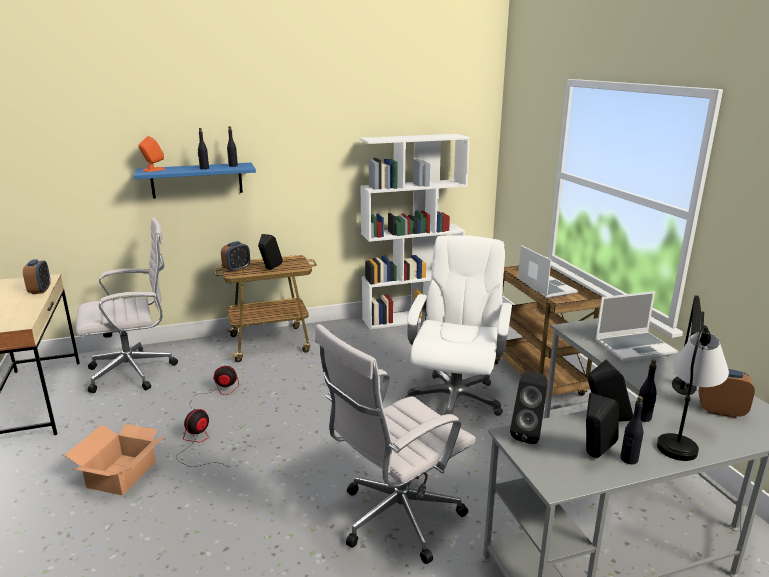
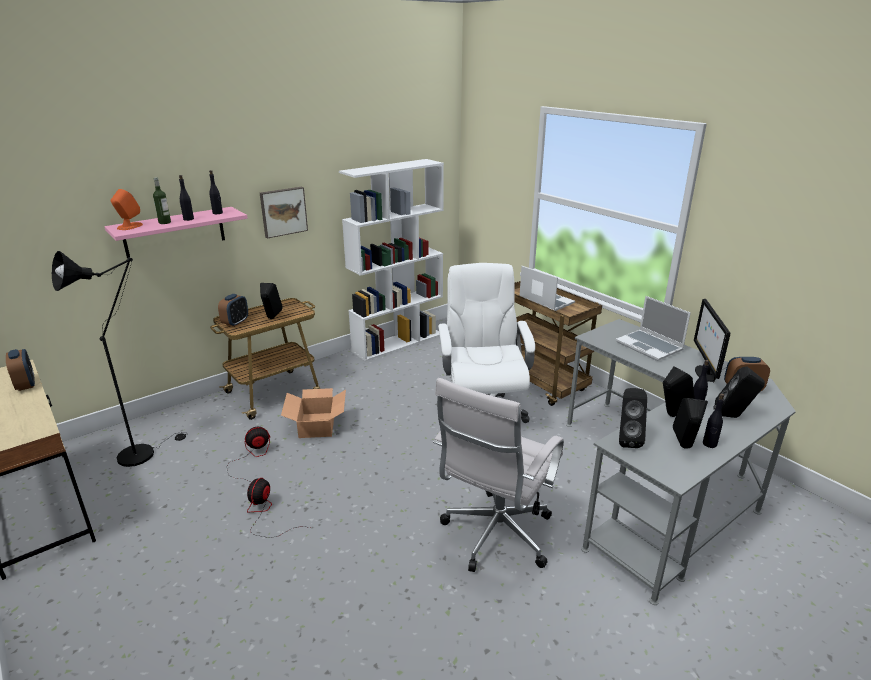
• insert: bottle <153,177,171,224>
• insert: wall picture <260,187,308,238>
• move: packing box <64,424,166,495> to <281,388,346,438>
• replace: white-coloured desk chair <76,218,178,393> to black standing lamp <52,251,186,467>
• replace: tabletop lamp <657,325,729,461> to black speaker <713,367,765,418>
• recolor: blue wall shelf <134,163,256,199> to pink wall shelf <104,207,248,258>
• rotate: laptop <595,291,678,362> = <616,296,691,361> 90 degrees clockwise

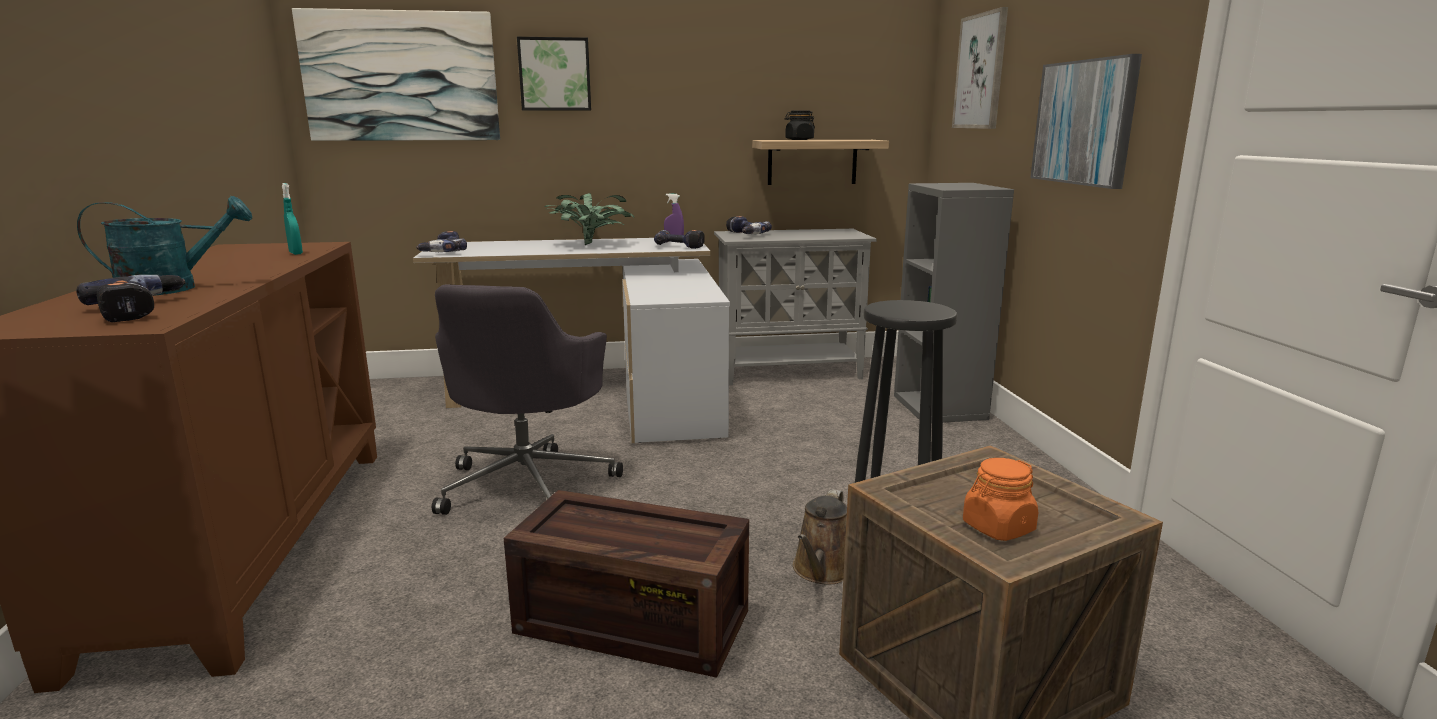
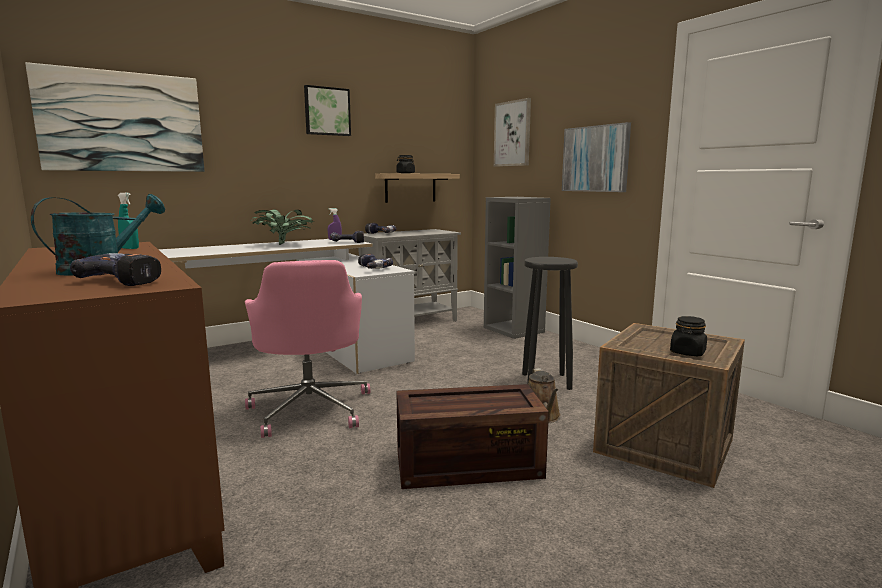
• move: drill <416,231,467,252> to <358,254,393,269>
• move: wall picture <517,37,591,111> to <304,85,351,136>
• recolor: grey desk chair <432,285,623,515> to pink desk chair <245,260,370,438>
• recolor: orange storage jar <963,458,1039,541> to black storage jar <670,316,707,356>

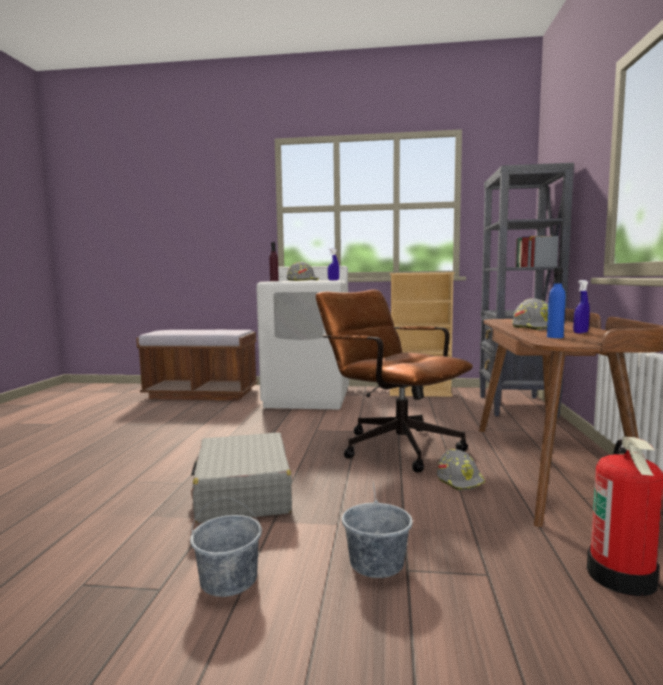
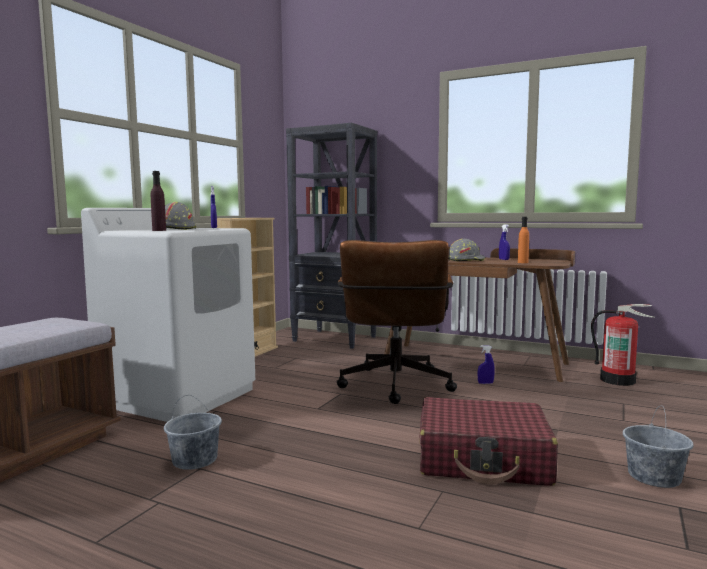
• move: grey water bucket <342,482,413,578> to <164,395,222,470>
• replace: grey work helmet <437,449,485,491> to blue hand sprayer <478,345,495,384>
• recolor: grey suitcase <191,432,292,523> to reddish suitcase <419,397,558,486>
• recolor: blue bottle <547,268,565,338> to orange bottle <518,217,529,263>
• rotate: brown-coloured desk chair <316,290,473,472> = <337,240,457,404> 60 degrees counterclockwise

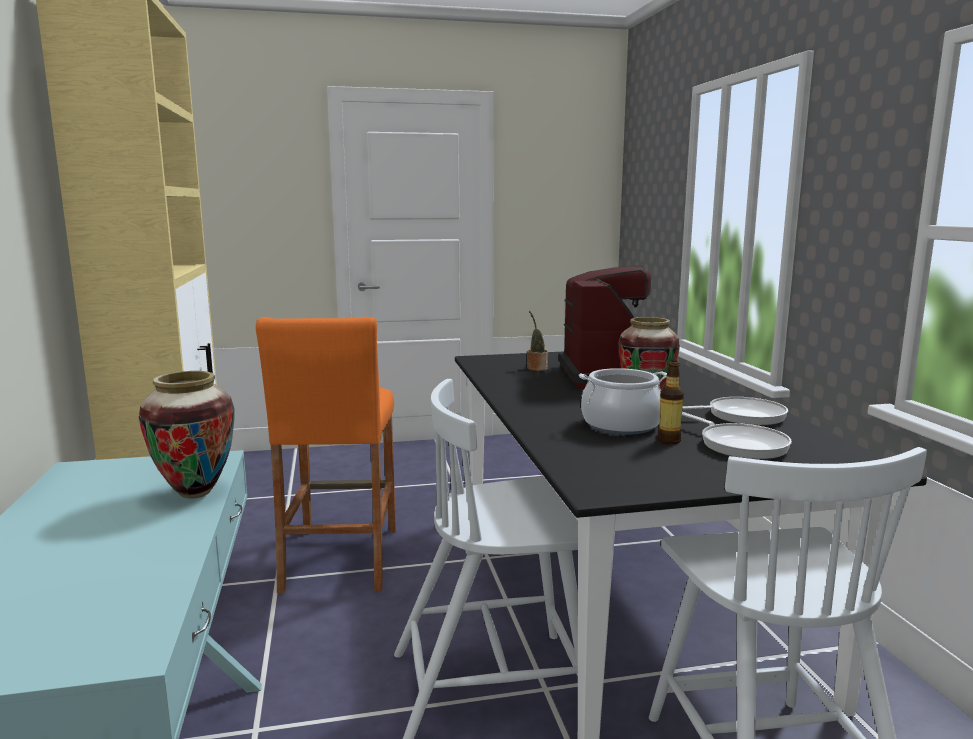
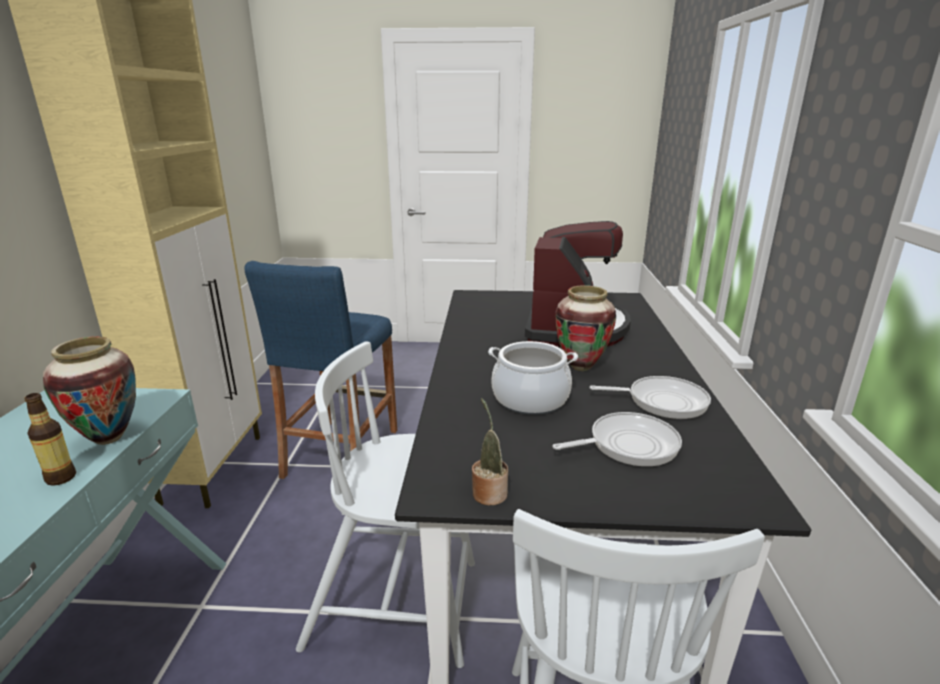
• move: potted plant <527,311,548,371> to <472,398,508,505>
• move: bottle <657,360,684,444> to <24,393,76,486>
• recolor: orange stool <256,317,396,593> to blue stool <244,261,397,479>
• rotate: pan <682,412,792,460> = <553,412,682,467> 90 degrees counterclockwise

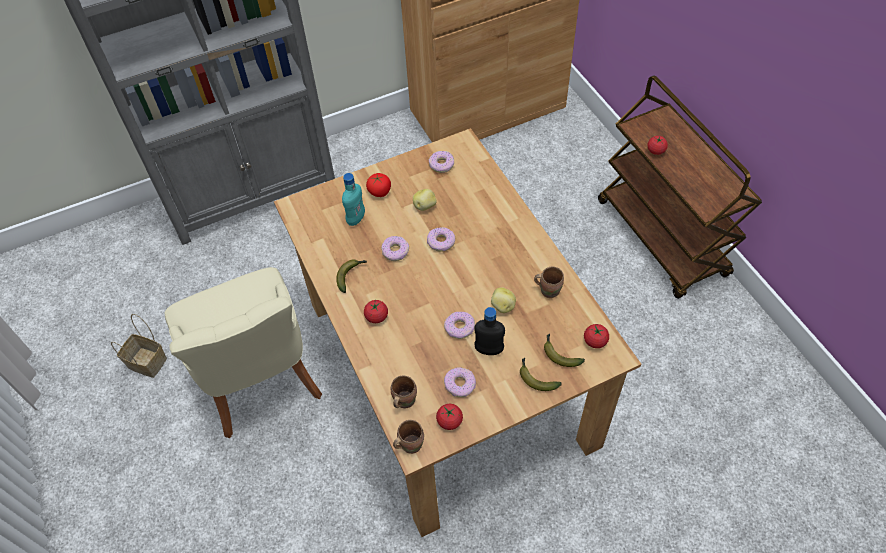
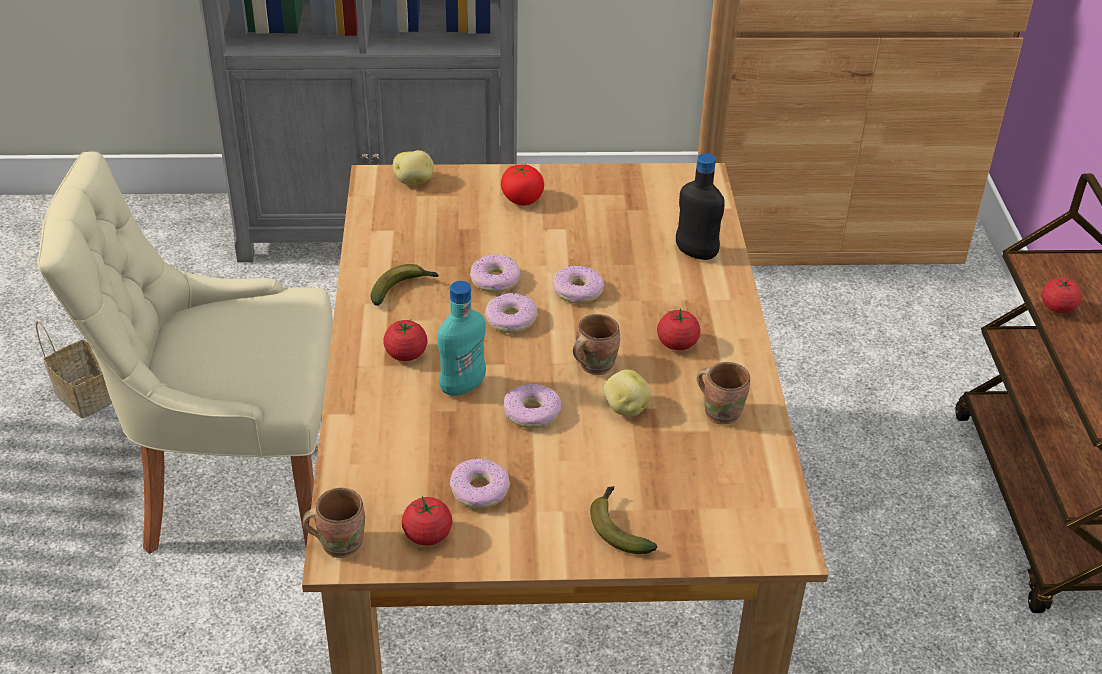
• delete: banana fruit <544,334,585,367>
• move: blue-green bottle <342,173,365,226> to <437,281,486,396>
• move: brown-coloured coffee mug <391,376,417,408> to <573,314,620,375>
• move: potato <413,189,437,211> to <393,150,434,185>
• move: doughnut <429,151,454,173> to <485,293,538,333>
• move: black bottle <474,307,505,355> to <676,153,725,260>
• move: fresh tomato <584,324,609,348> to <657,308,700,350>
• rotate: beige-coloured upright chair <164,267,322,438> = <38,151,333,554> 90 degrees clockwise

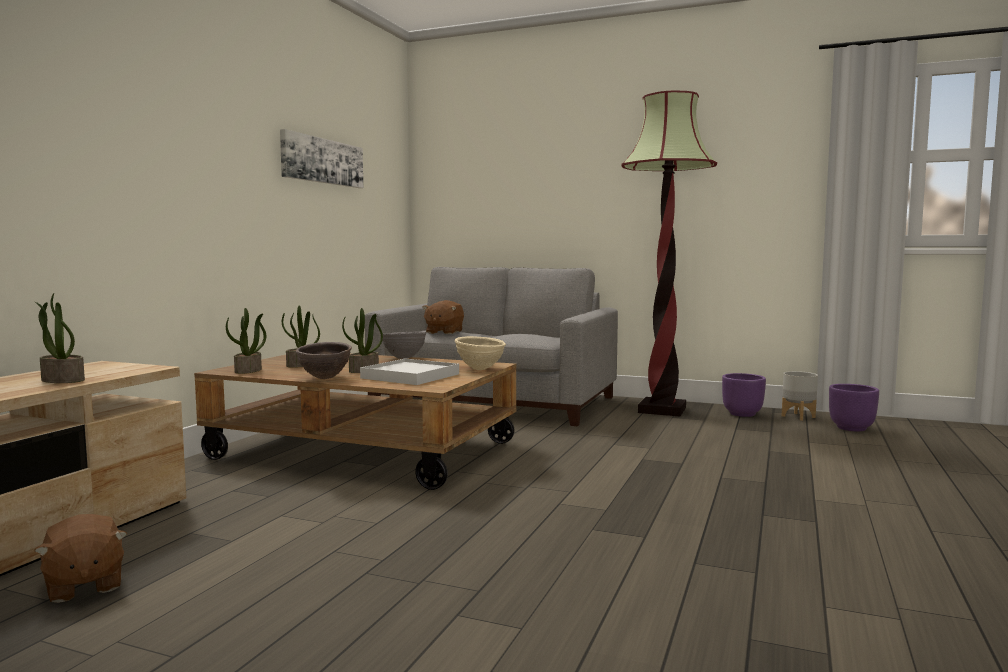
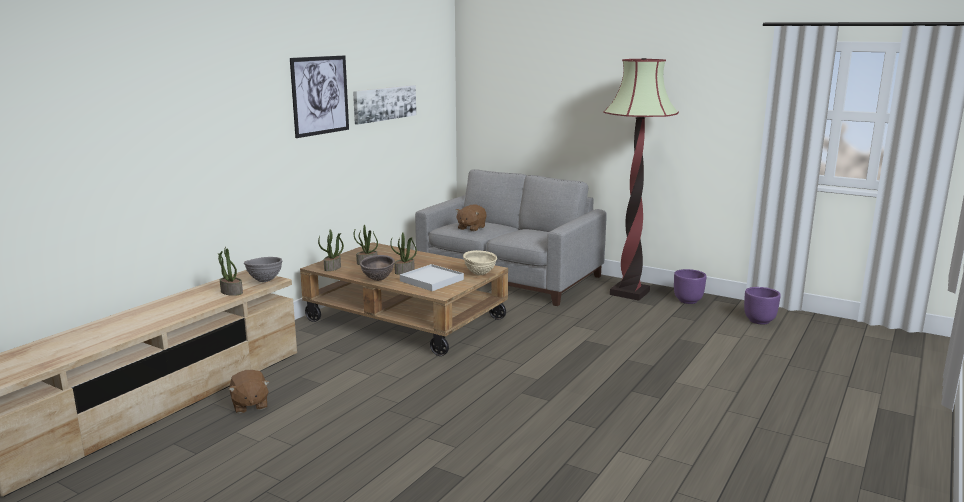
• delete: grey plant pot <782,371,818,421>
• insert: wall picture <290,56,349,138>
• move: grey bowl <380,331,426,359> to <244,257,282,282>

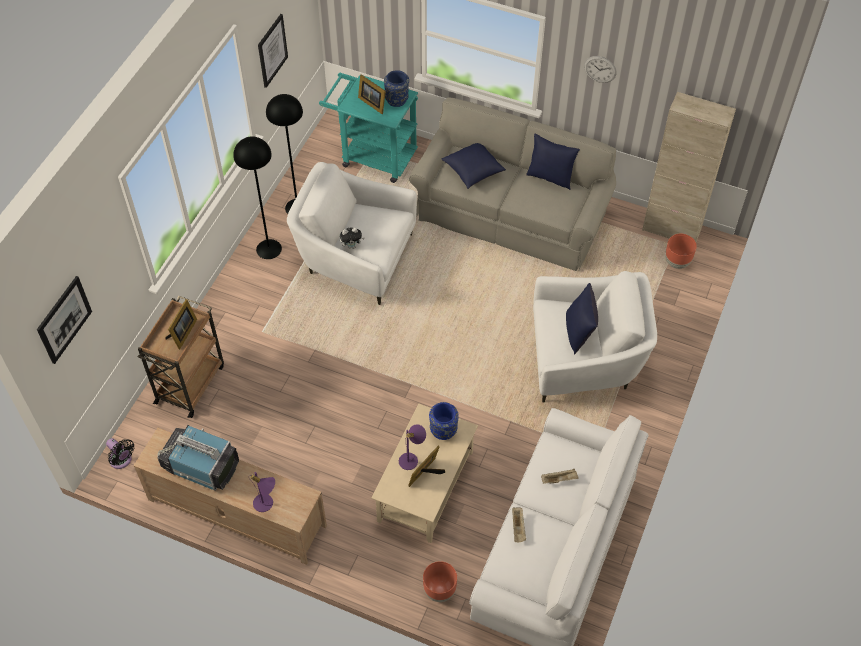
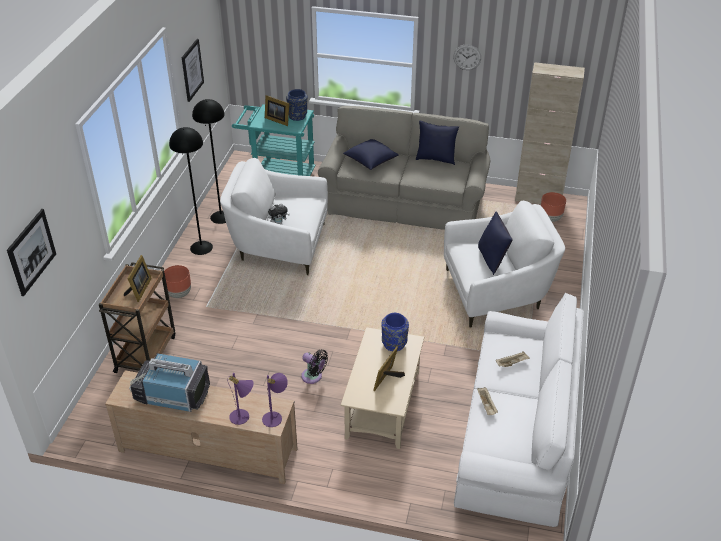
• move: black cooling fan <106,438,135,469> to <301,350,328,384>
• move: purple tabletop lamp <399,424,426,470> to <262,373,288,427>
• move: brown-coloured plant pot <423,561,457,602> to <164,265,191,298>

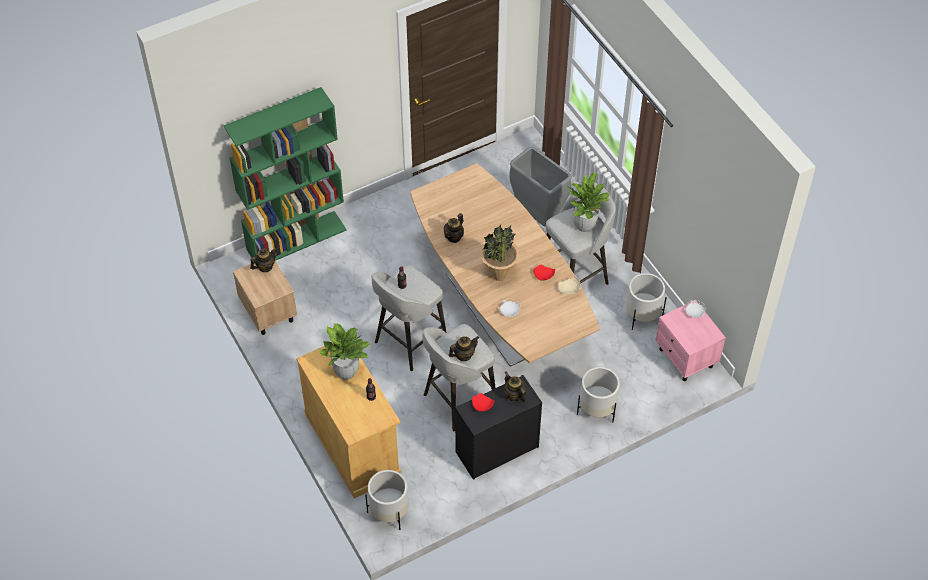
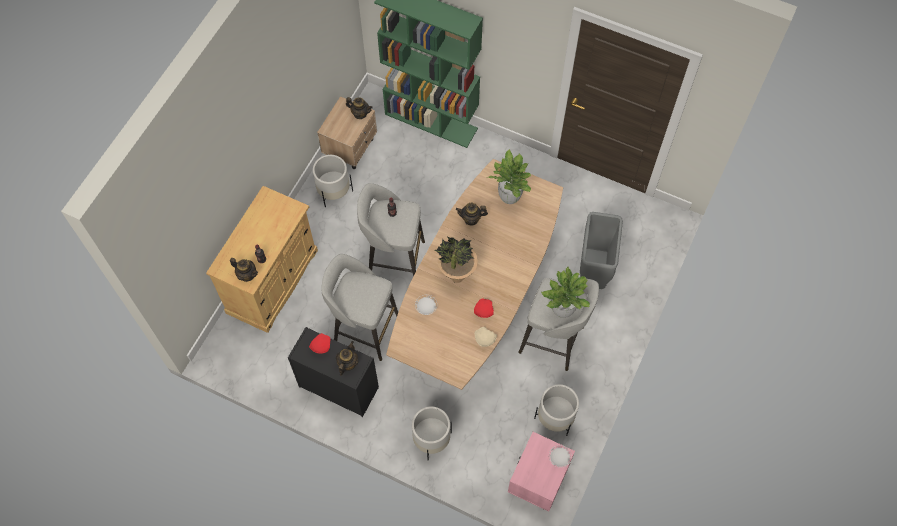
• move: potted plant <318,324,370,380> to <488,149,531,204>
• move: white-coloured plant pot <365,470,409,530> to <313,155,353,207>
• move: pot for tea <448,336,479,361> to <230,258,258,282>

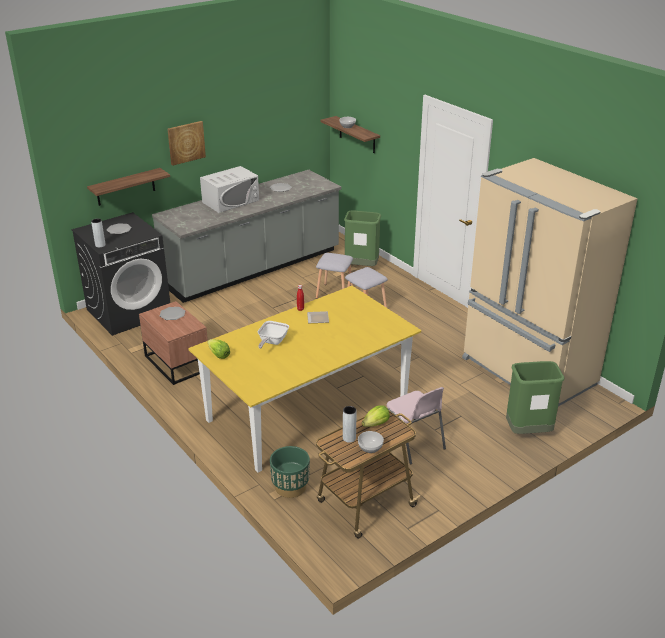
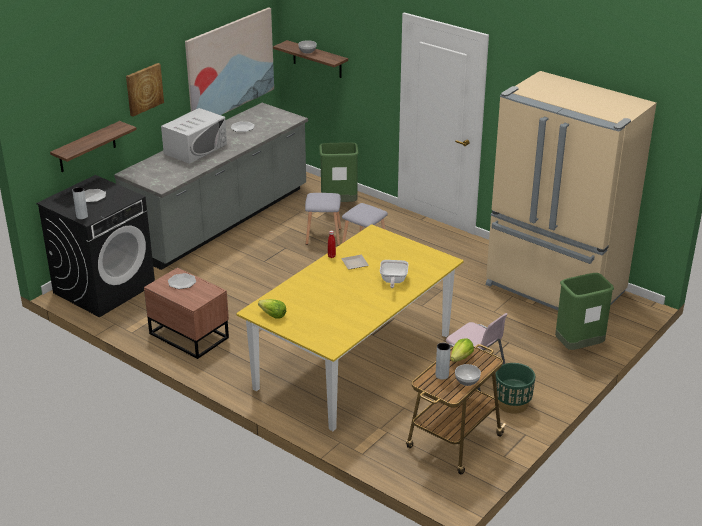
• insert: wall picture <185,7,274,115>
• move: pan <258,321,289,349> to <380,260,409,288>
• move: greenish plant pot <270,446,310,498> to <496,363,535,414>

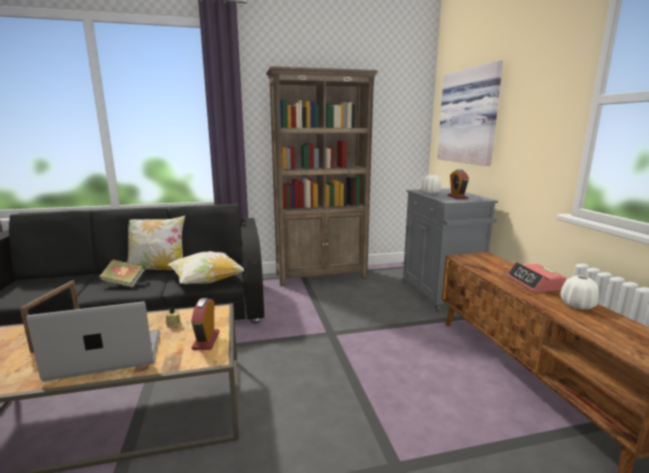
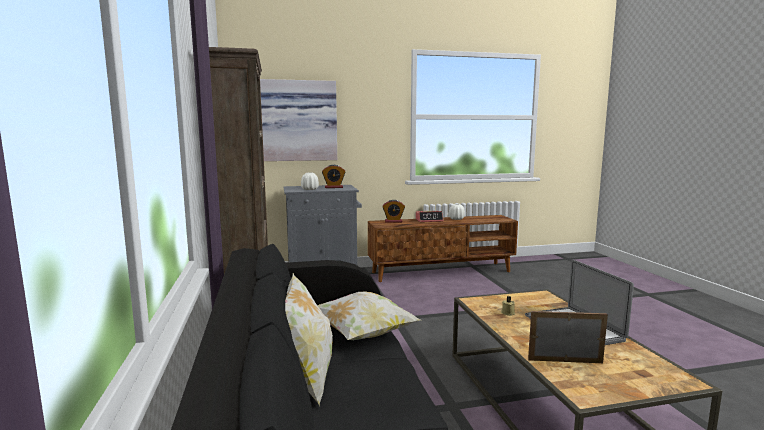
• delete: book <99,260,145,288>
• move: table clock <191,298,220,350> to <382,200,405,223>

